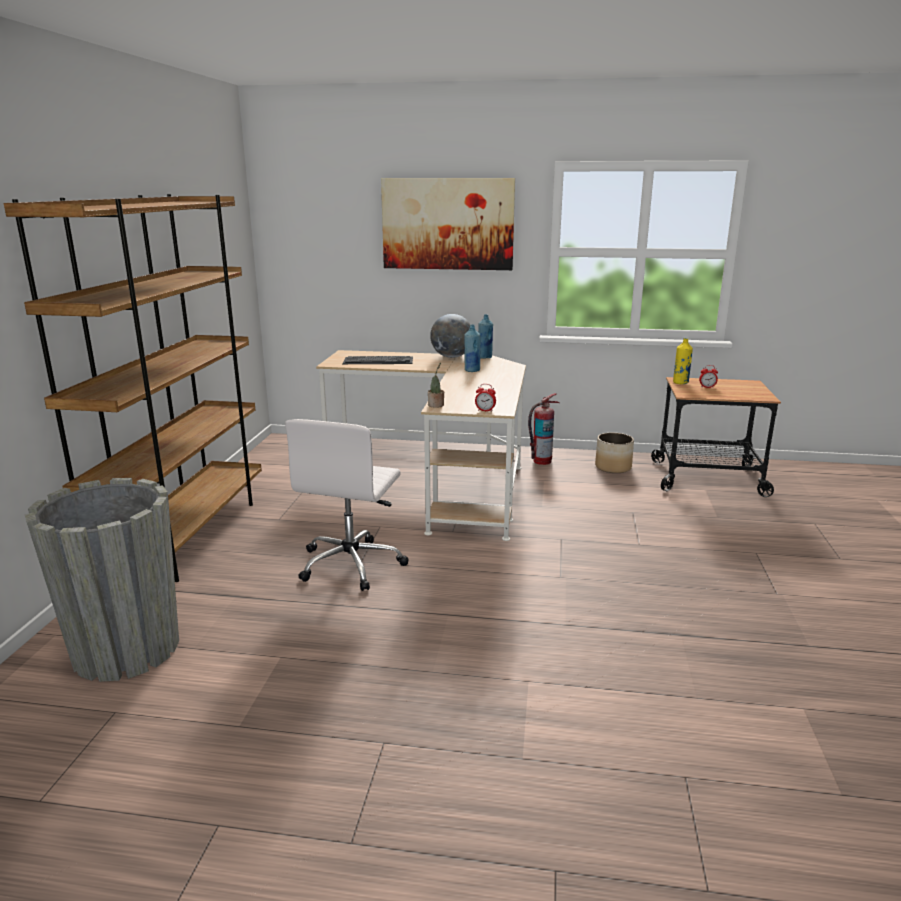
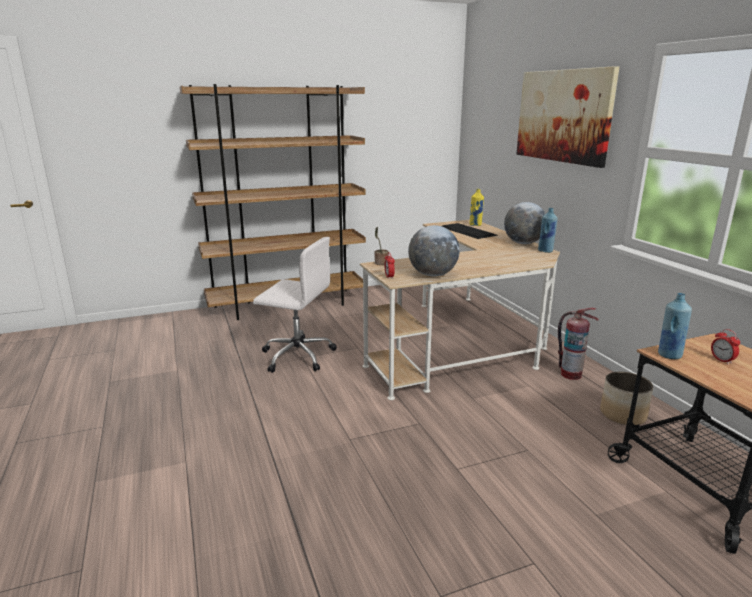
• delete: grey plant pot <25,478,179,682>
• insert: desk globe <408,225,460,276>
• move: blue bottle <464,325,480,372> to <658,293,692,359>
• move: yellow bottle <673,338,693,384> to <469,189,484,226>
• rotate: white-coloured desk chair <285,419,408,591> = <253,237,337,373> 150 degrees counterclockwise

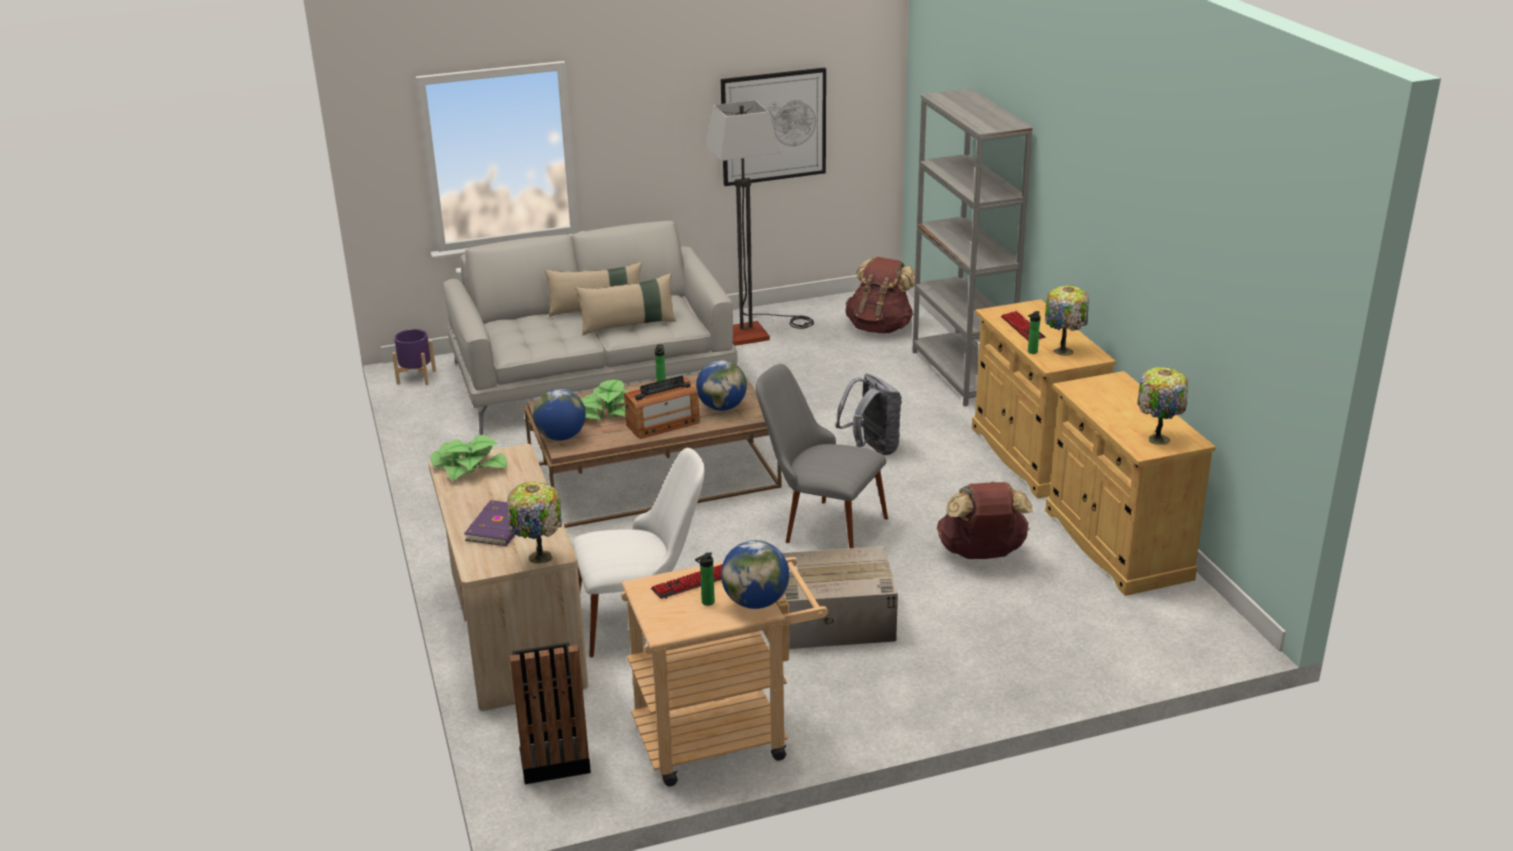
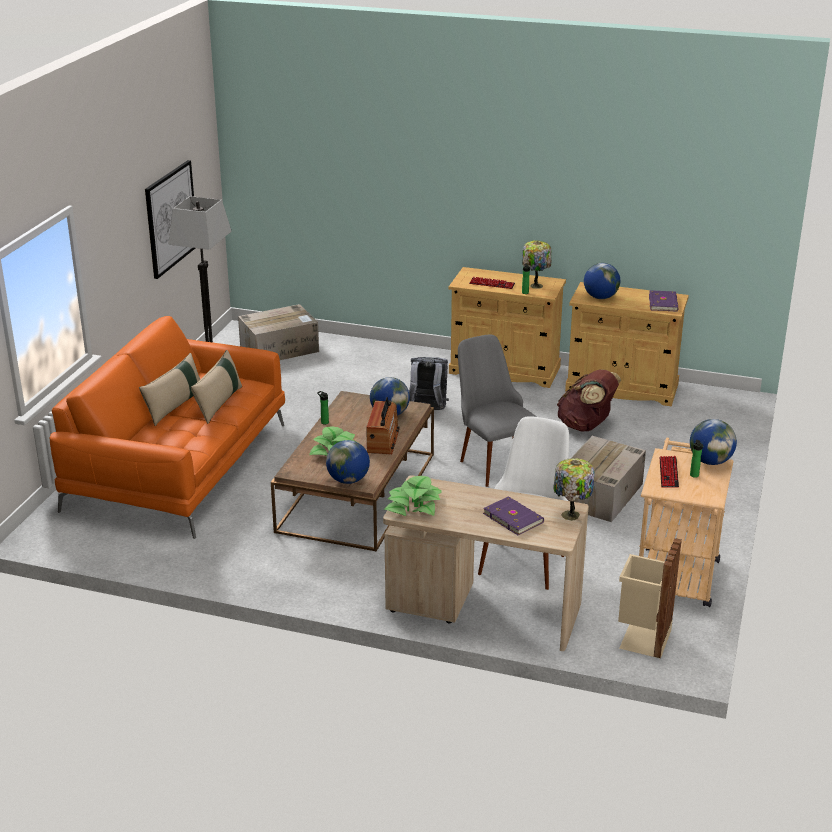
• delete: purple plant pot <392,329,436,385>
• delete: grey bookshelf <912,88,1033,406>
• insert: desk globe <584,263,620,299>
• replace: brown-coloured rucksack <845,257,915,333> to packing box <238,304,319,360>
• replace: tabletop lamp <1137,367,1188,445> to purple book <649,290,678,312>
• recolor: grey sofa <443,221,738,435> to orange sofa <50,316,285,539>
• recolor: black rubbish bin <510,643,591,784> to beige-coloured rubbish bin <618,538,682,659>
• rotate: grey upright chair <756,364,888,548> = <458,335,536,487> 90 degrees clockwise

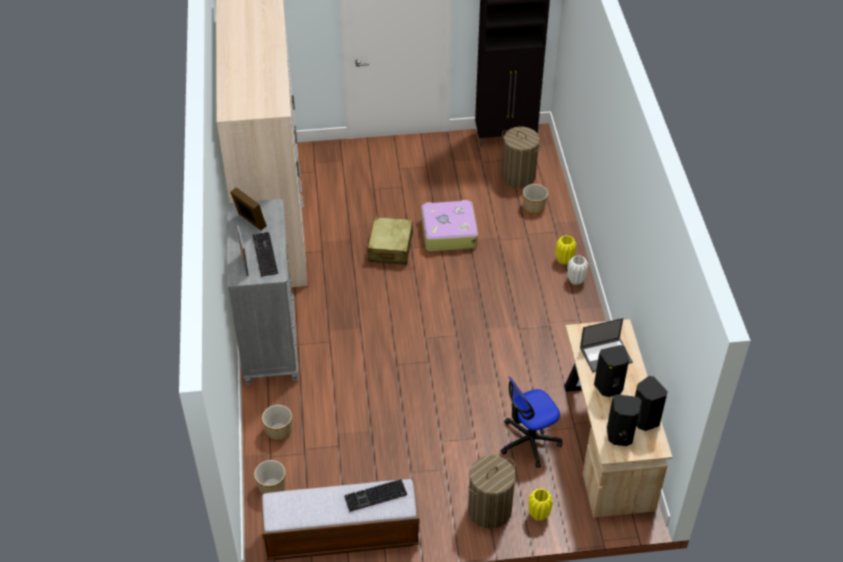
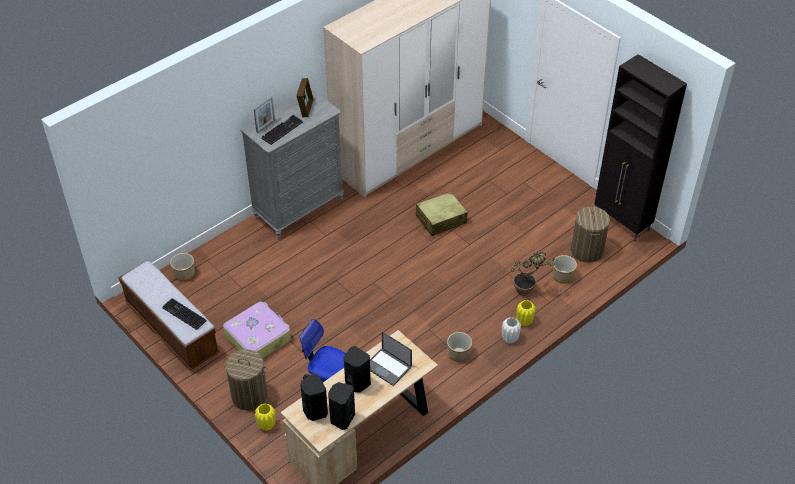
• insert: potted plant <511,251,556,296>
• move: plant pot <262,405,292,441> to <447,332,472,362>
• move: suitcase <421,200,478,251> to <223,302,291,359>

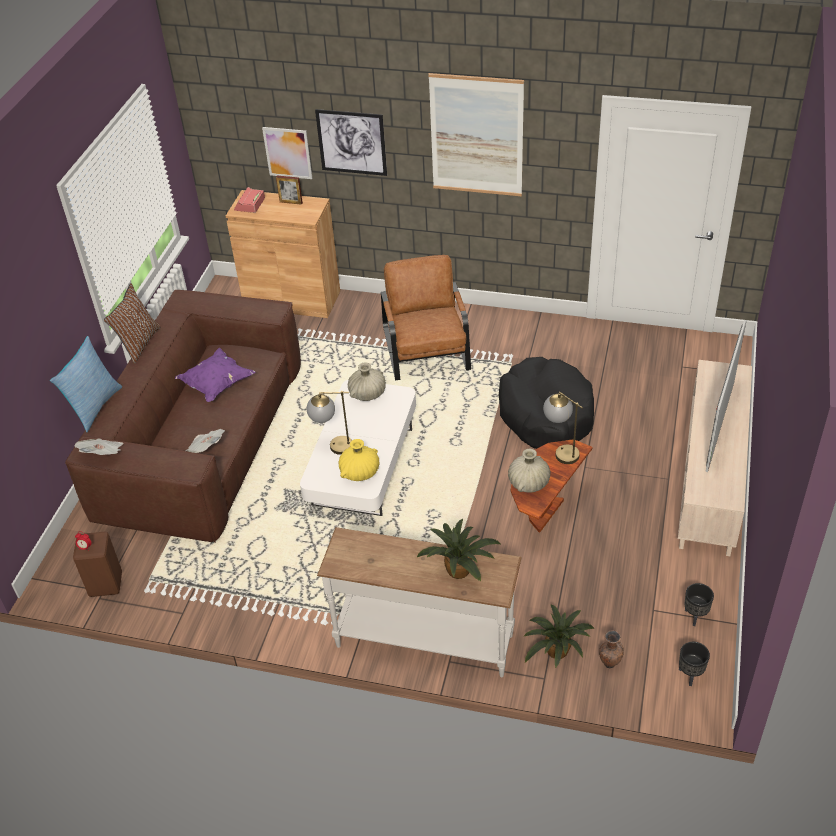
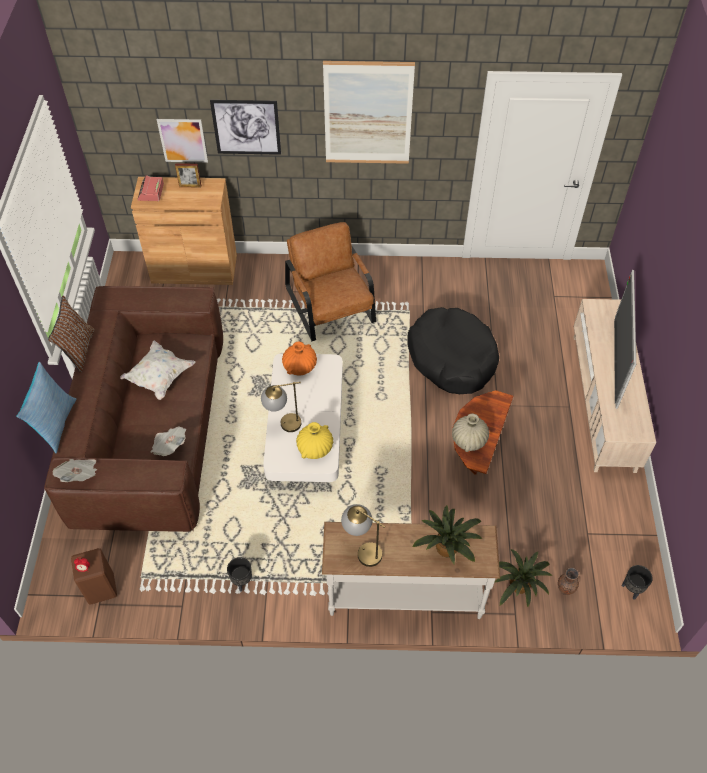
• move: tabletop lamp <543,392,583,464> to <341,504,385,567>
• move: black plant pot <684,583,714,626> to <227,557,252,591>
• recolor: purple throw pillow <175,348,256,402> to white-coloured throw pillow <120,341,196,400>
• recolor: beige-coloured flower vase <348,362,386,401> to orange flower vase <282,342,317,375>

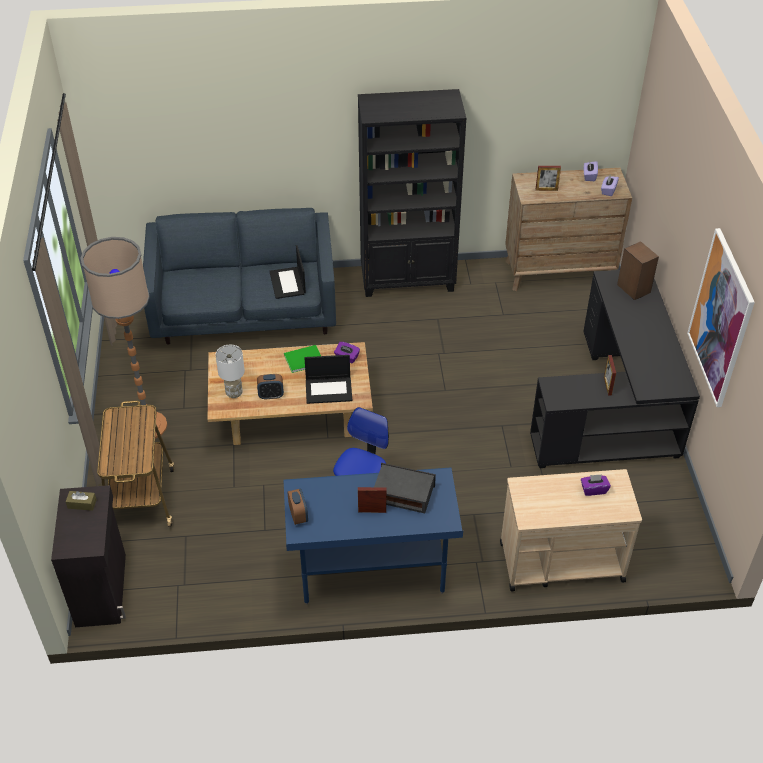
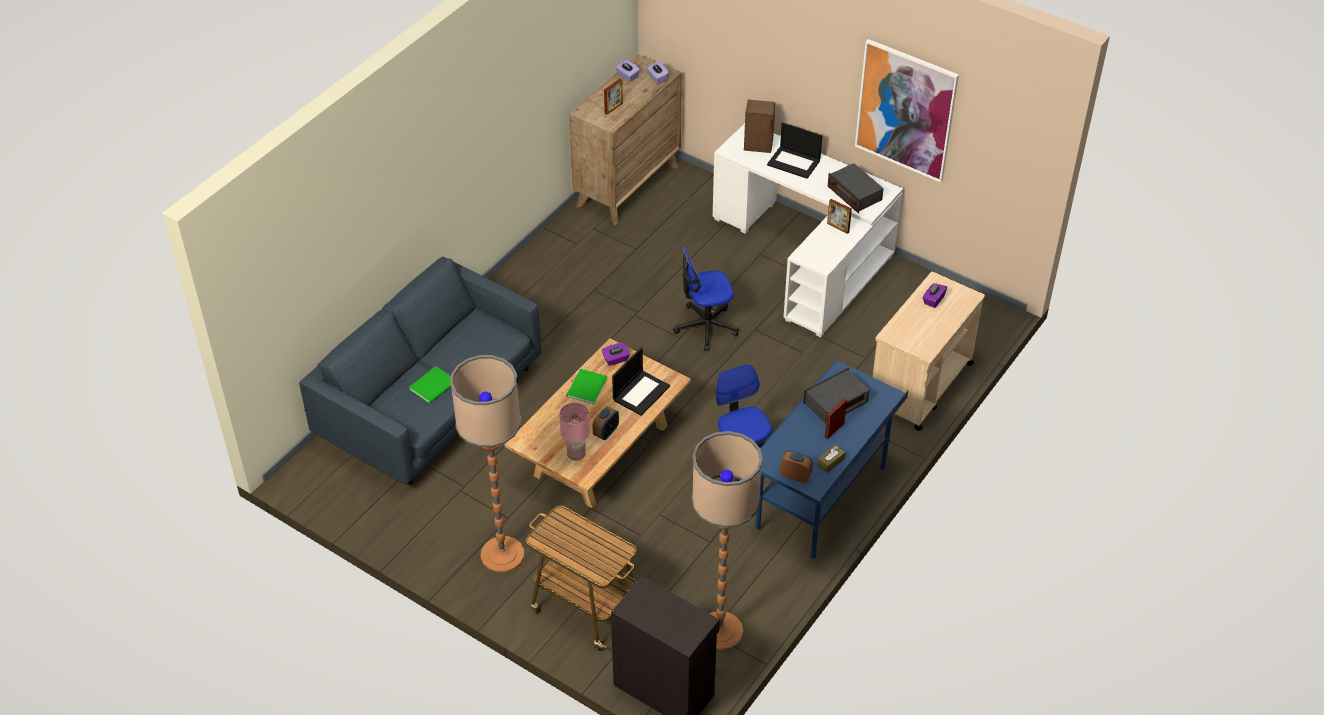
• delete: black bookshelf <358,89,466,297>
• insert: greenish book <409,366,451,404>
• insert: desk chair <673,245,738,351>
• insert: standing lamp <692,431,763,650>
• insert: radio receiver <828,163,884,213>
• move: brown-coloured tissue box <66,491,97,511> to <817,445,845,473>
• move: laptop <269,245,306,299> to <767,122,822,179>
• recolor: white-coloured tabletop lamp <216,345,245,398> to pink tabletop lamp <559,403,590,461>
• recolor: black desk unit <530,270,700,468> to white-coloured desk unit <713,123,903,337>

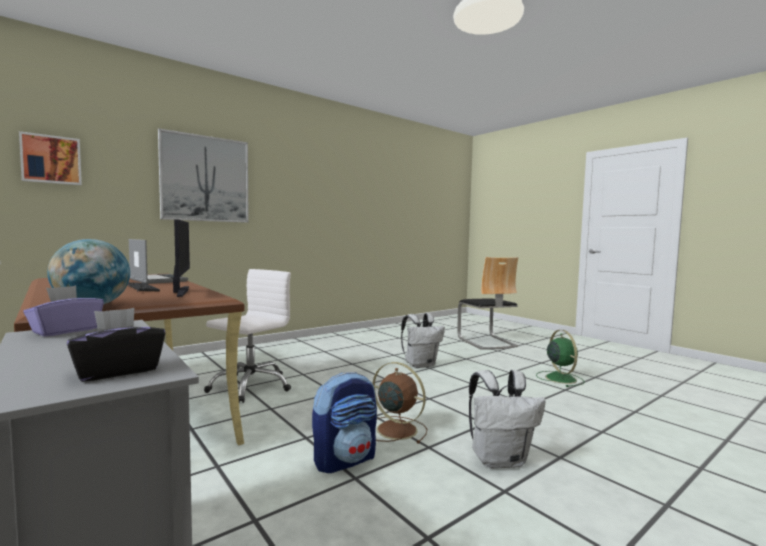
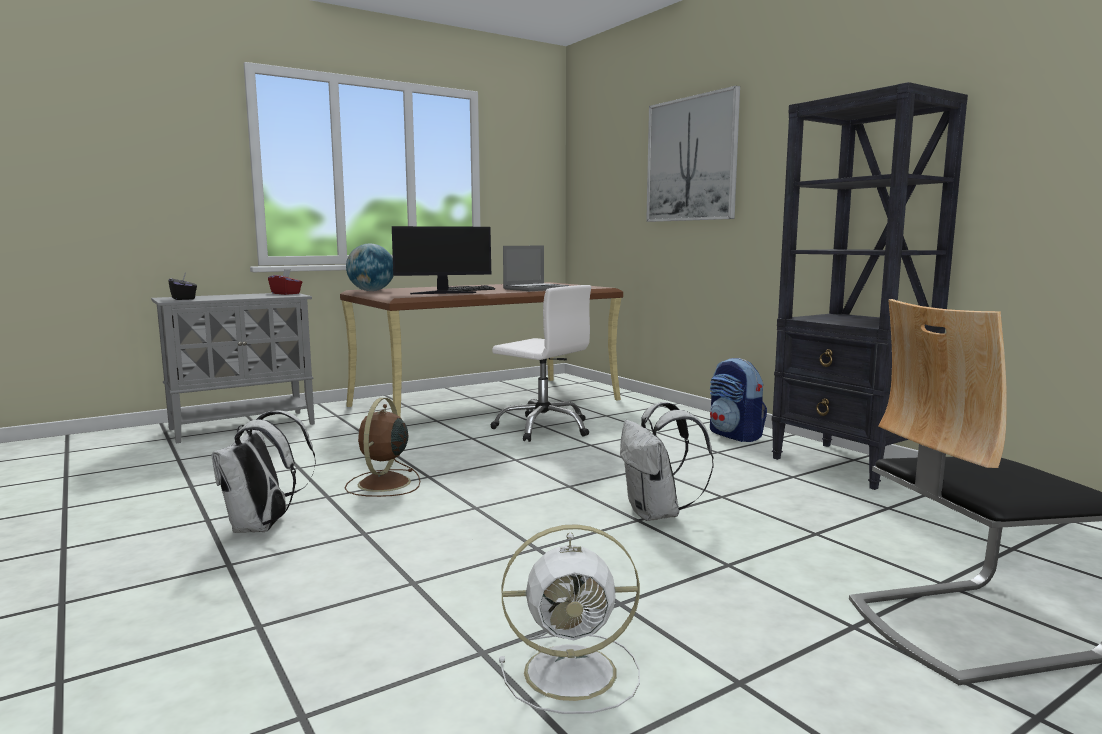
• delete: wall picture <19,131,82,185>
• insert: black bookshelf <772,82,968,490>
• move: rucksack <312,372,377,473> to <710,358,767,442>
• recolor: purple tissue box <23,286,104,337> to reddish tissue box <268,269,302,295>
• recolor: greenish cooling fan <536,330,585,387> to white-coloured cooling fan <499,524,640,714>
• rotate: brown-coloured cooling fan <372,362,427,444> = <345,398,420,497> 150 degrees clockwise

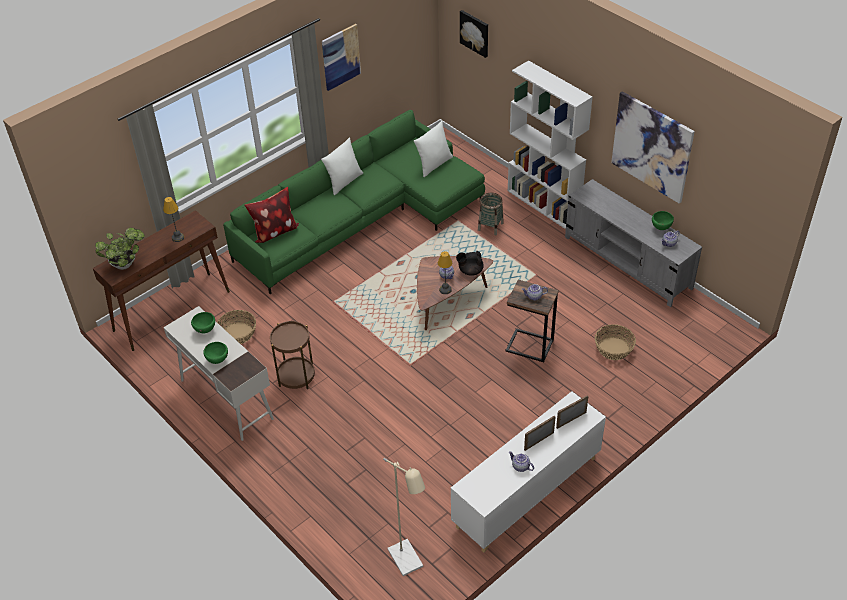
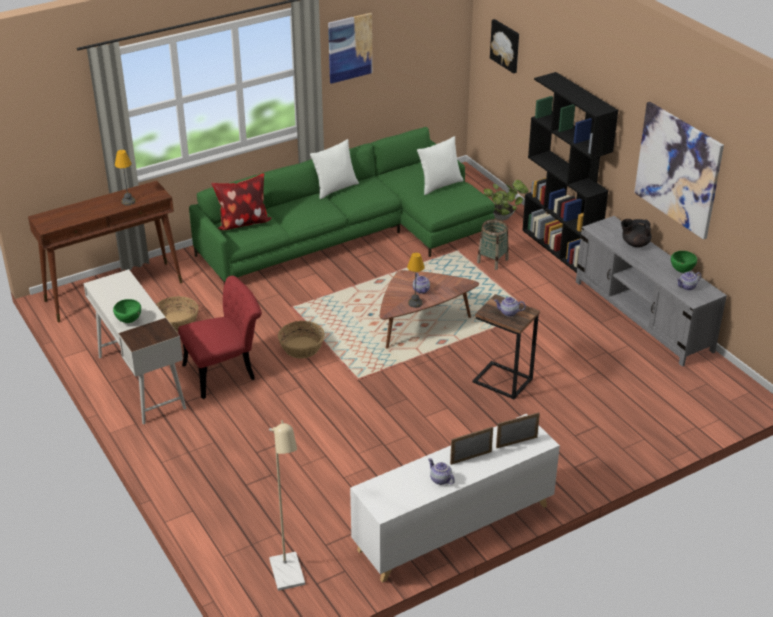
• delete: greenish bowl <191,312,215,333>
• move: potted plant <95,228,145,270> to <484,180,528,221>
• move: black pot for tea <456,251,484,276> to <621,219,652,247>
• move: storage basket <595,324,636,360> to <278,321,325,359>
• replace: brown-coloured side table <270,321,315,389> to reddish upright chair <178,276,262,399>
• recolor: white-coloured bookshelf <508,60,593,229> to black bookshelf <522,72,618,273>

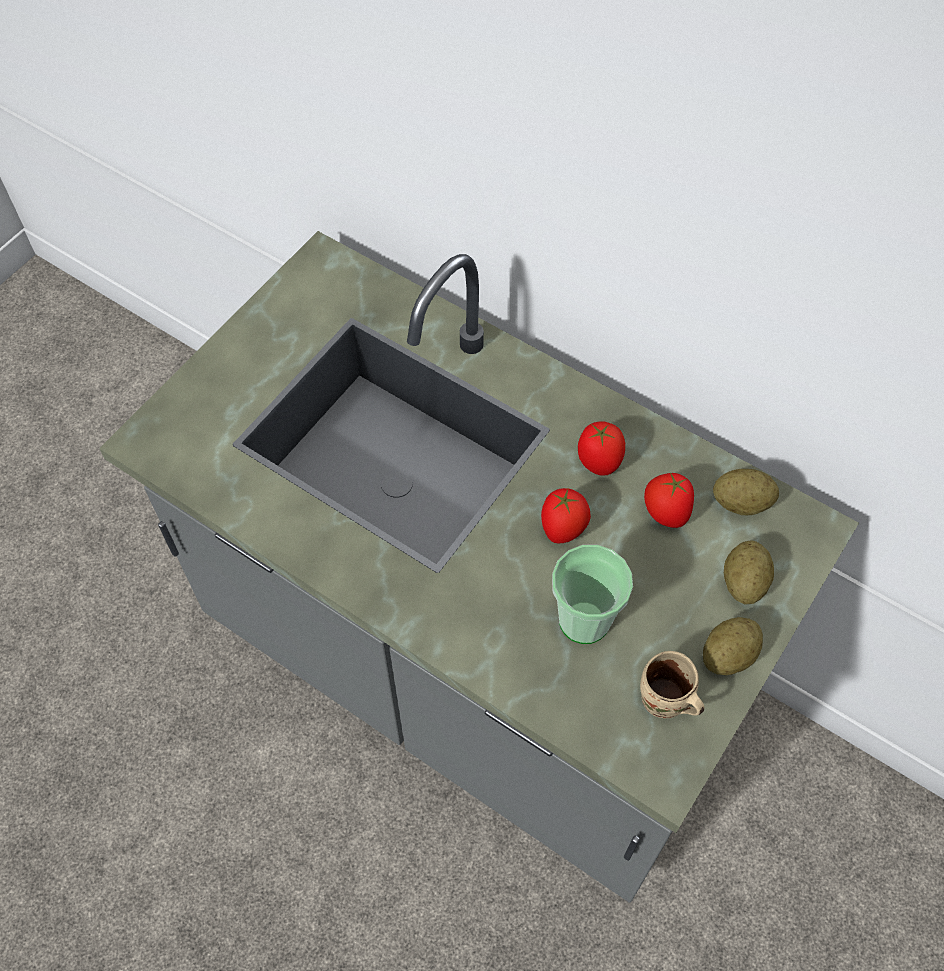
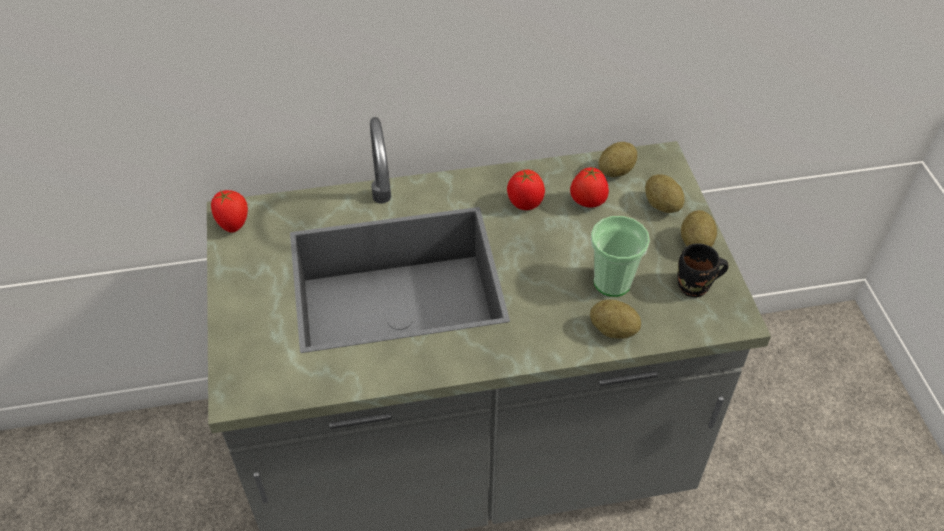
• insert: potato <590,299,641,339>
• move: fresh tomato <541,488,591,543> to <211,190,248,233>
• recolor: beige-coloured coffee mug <640,651,705,718> to black coffee mug <678,243,728,298>

